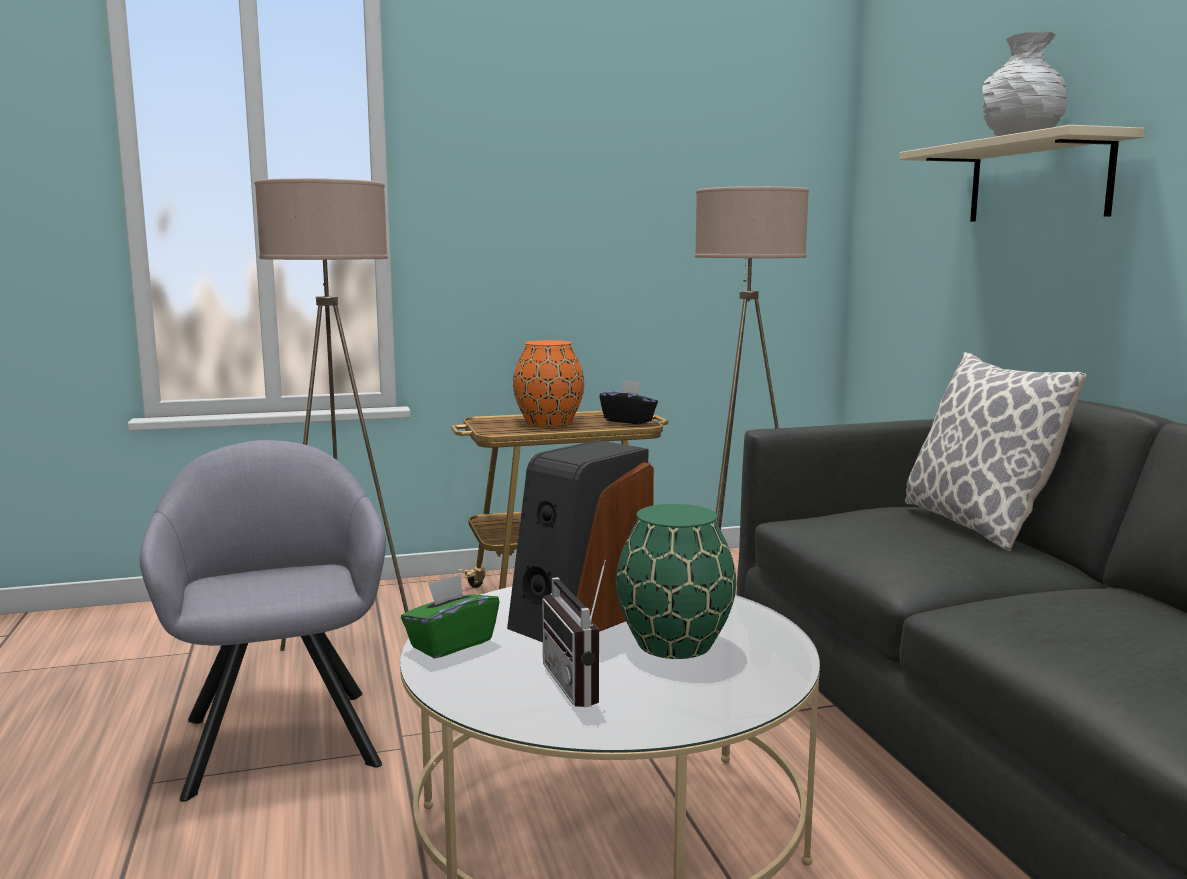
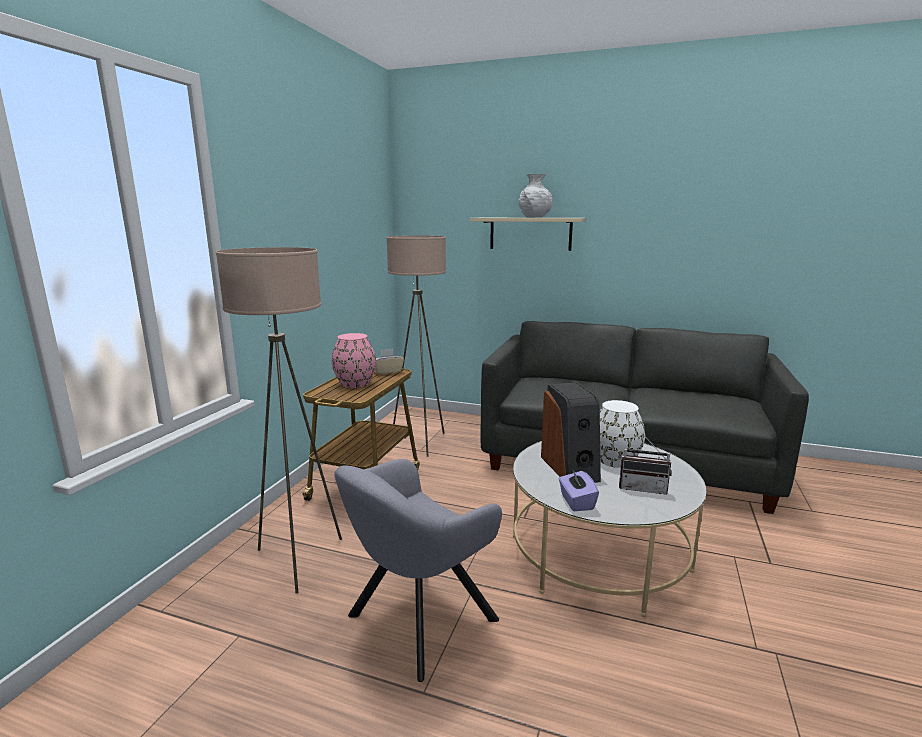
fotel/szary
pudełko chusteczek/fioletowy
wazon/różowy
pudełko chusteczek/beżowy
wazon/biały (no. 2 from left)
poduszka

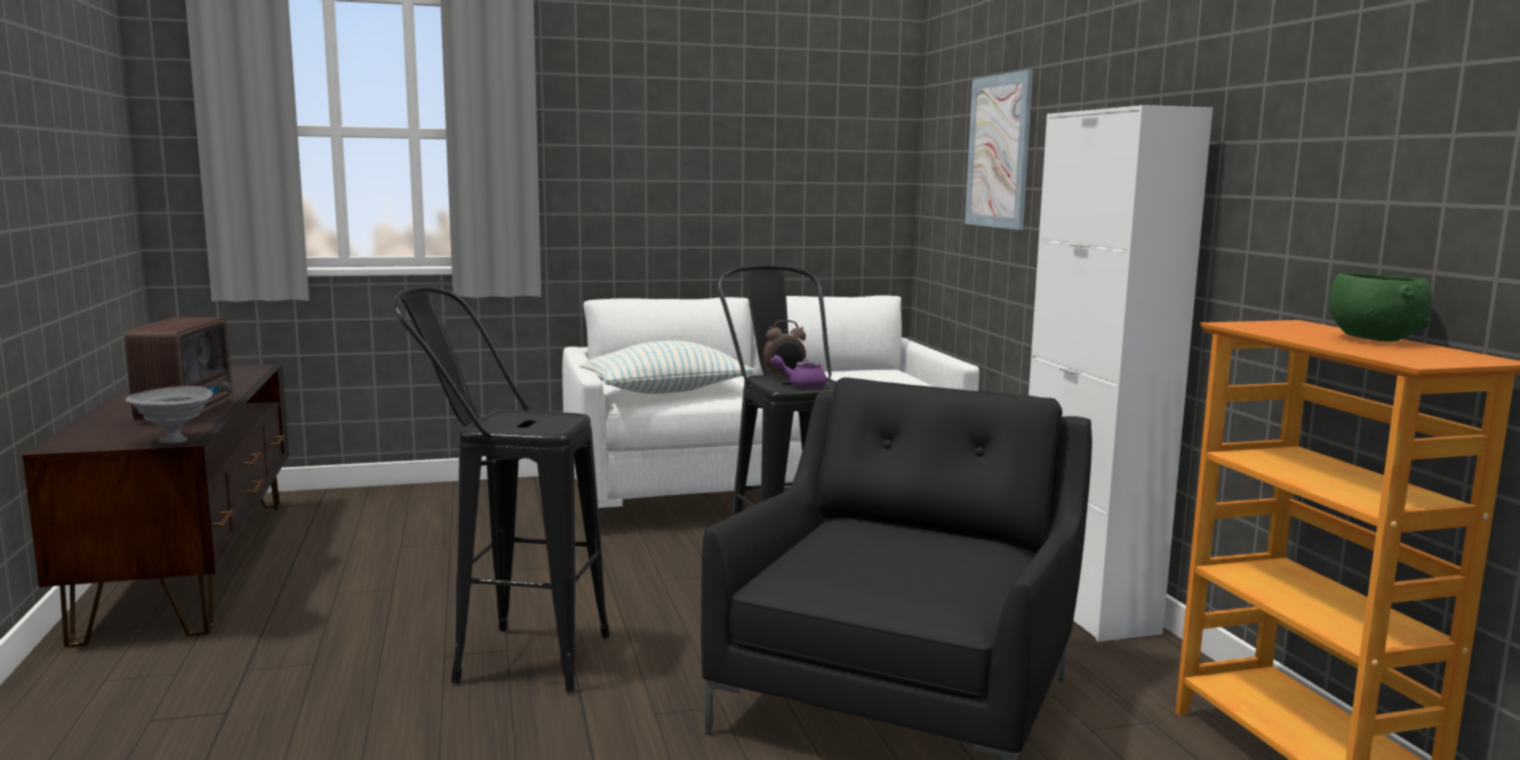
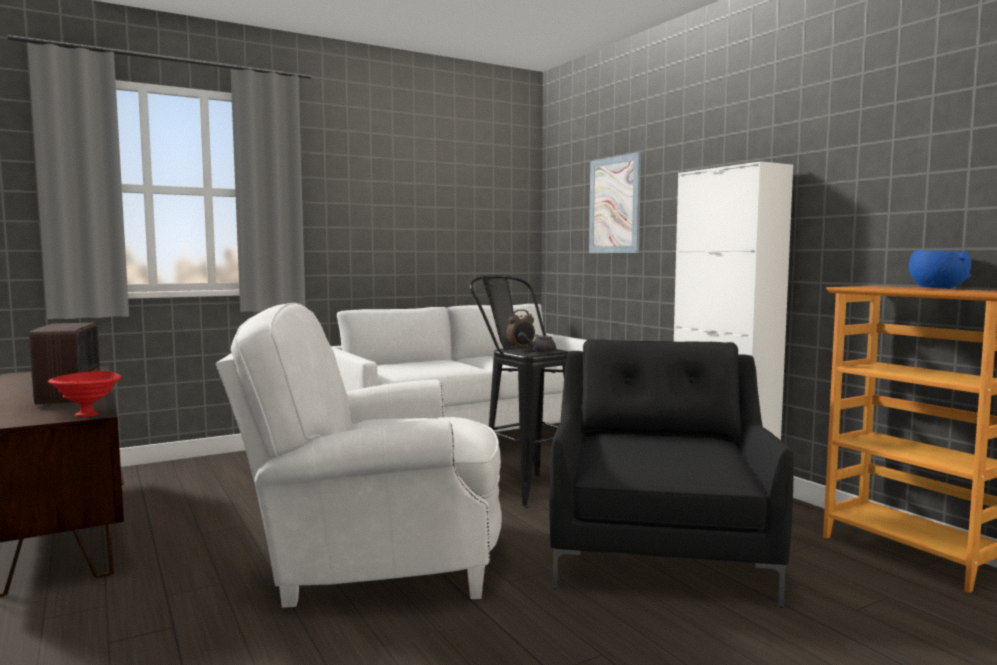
miska/czerwony
fotel/biały
poduszka
imbryk/szary
miska/niebieski

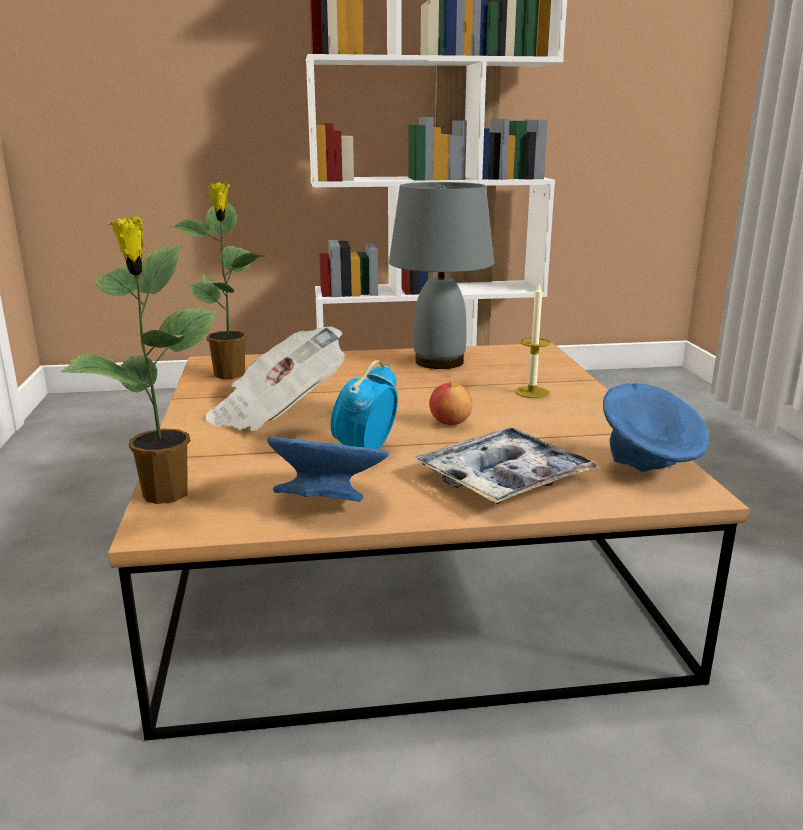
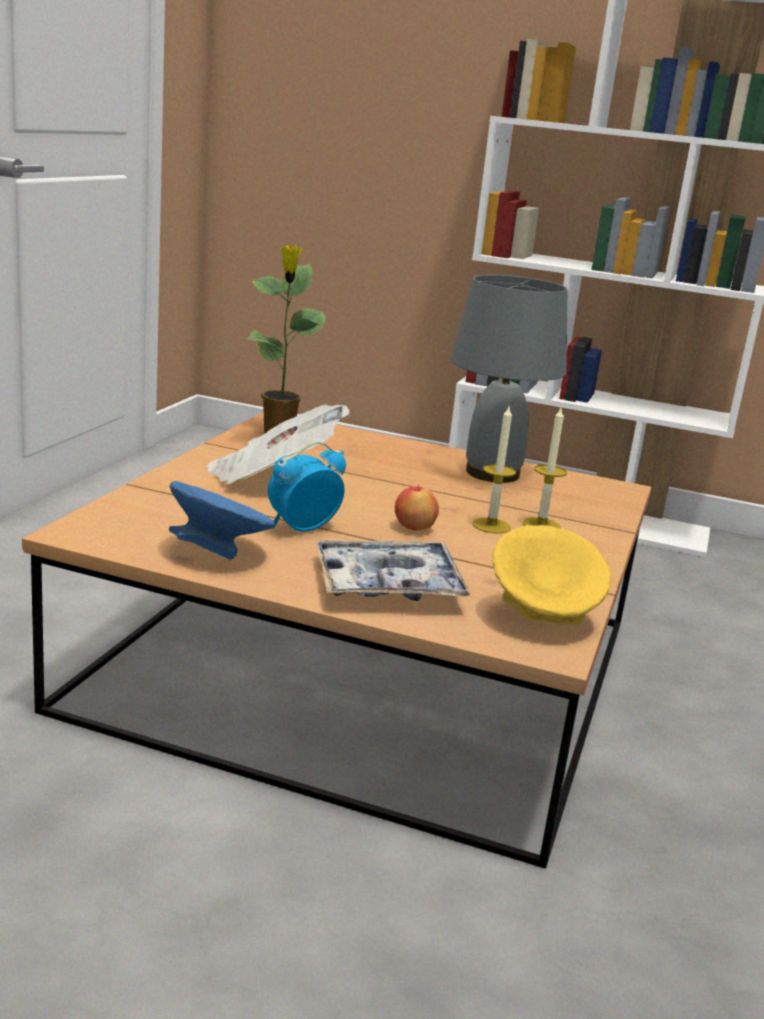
roślina doniczkowa (no. 1 from left in the first image)
miska/żółty
świeca (no. 1 from left)

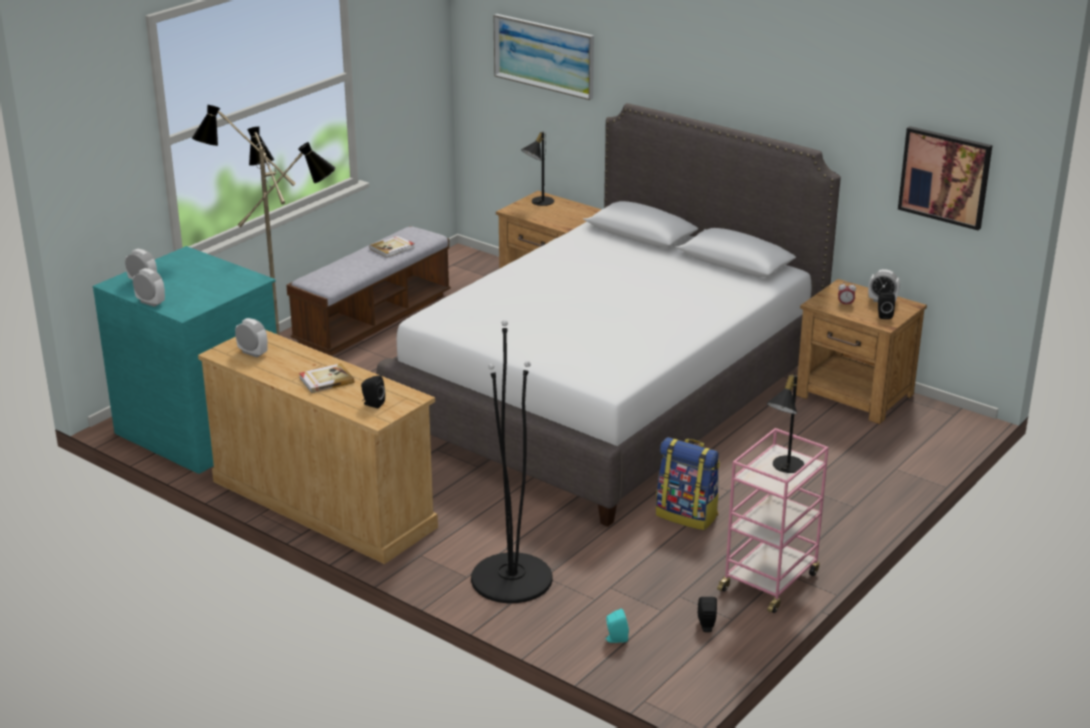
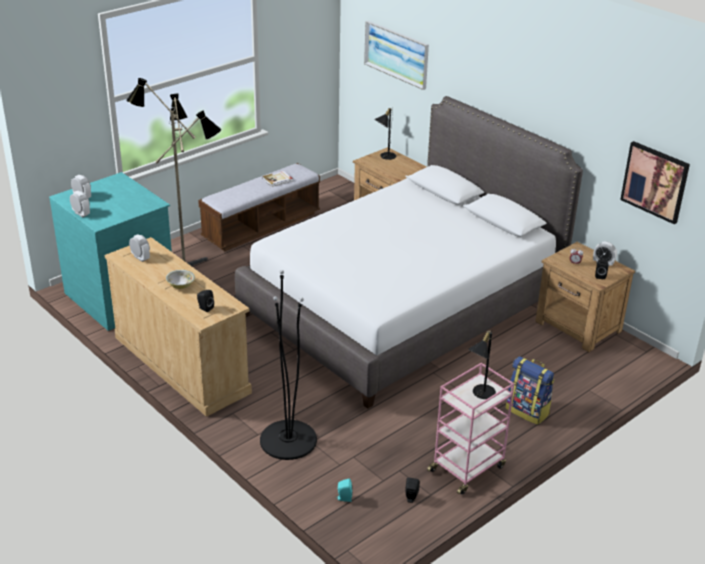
miska
plecak

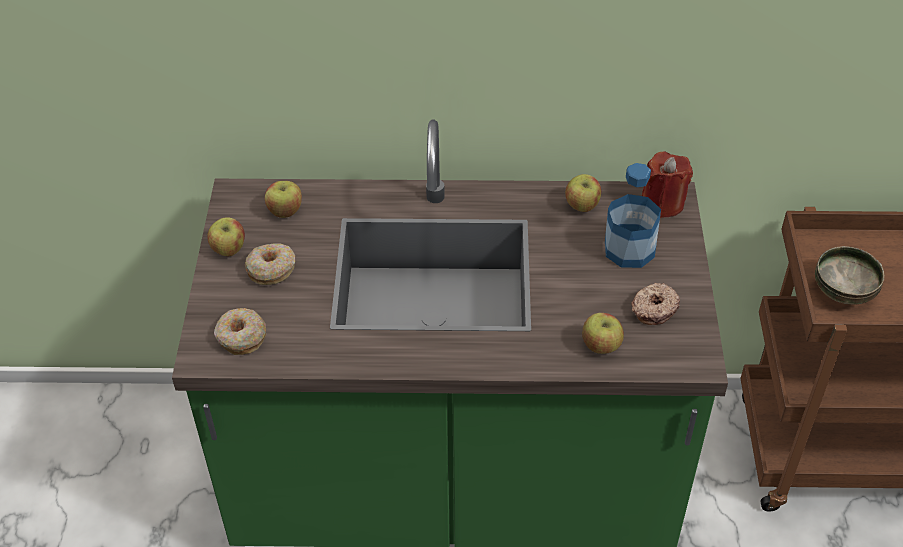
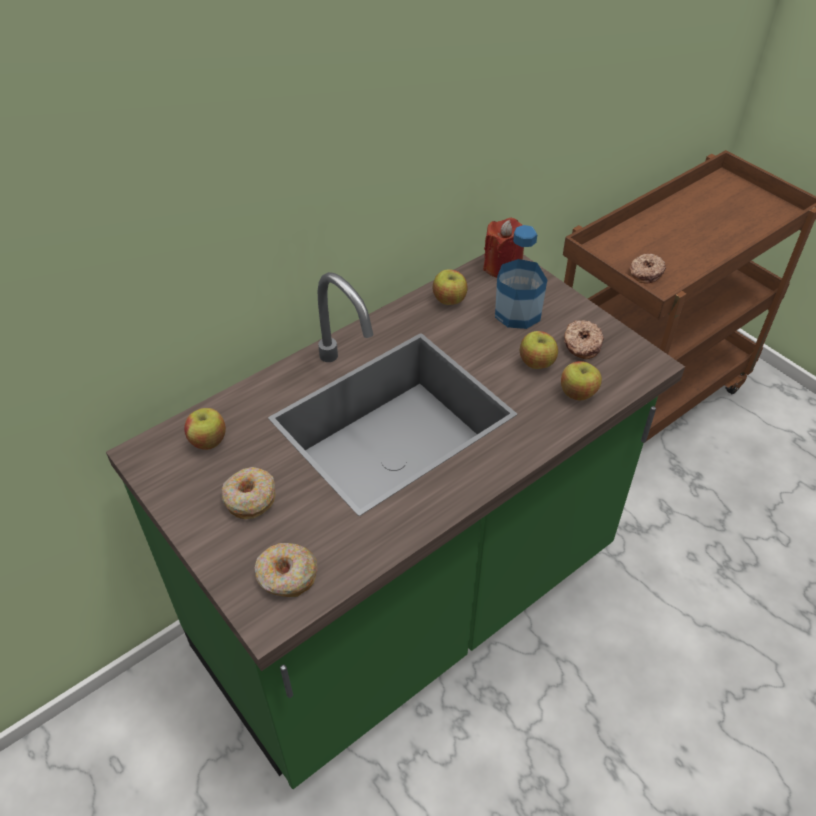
jabłko (no. 3 from left)
donut (no. 4 from left)

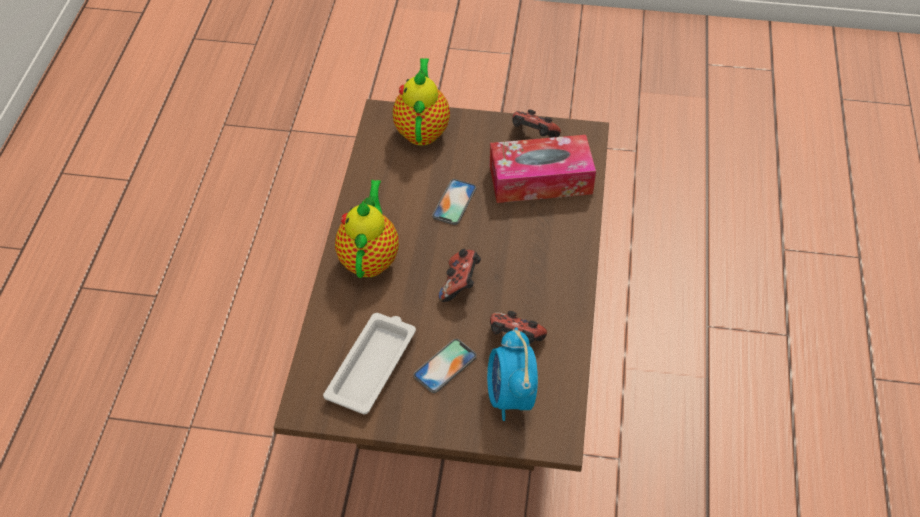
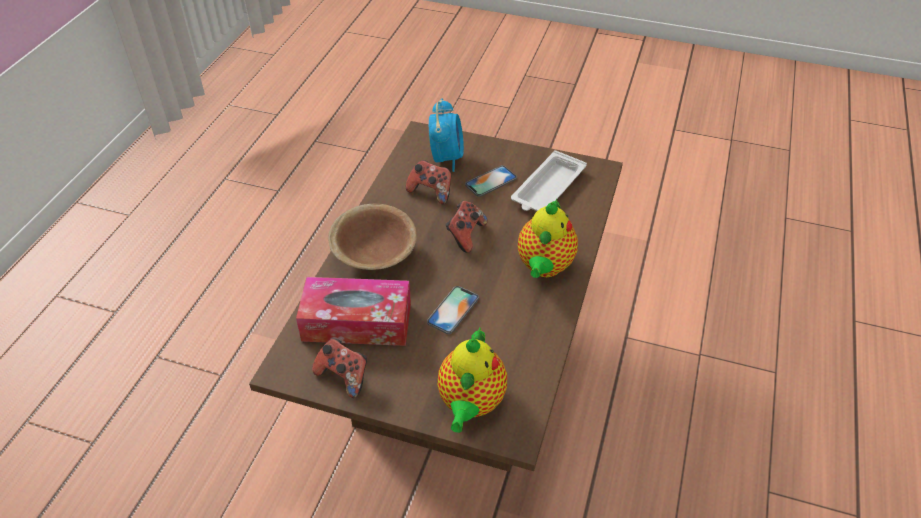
miska/brązowy

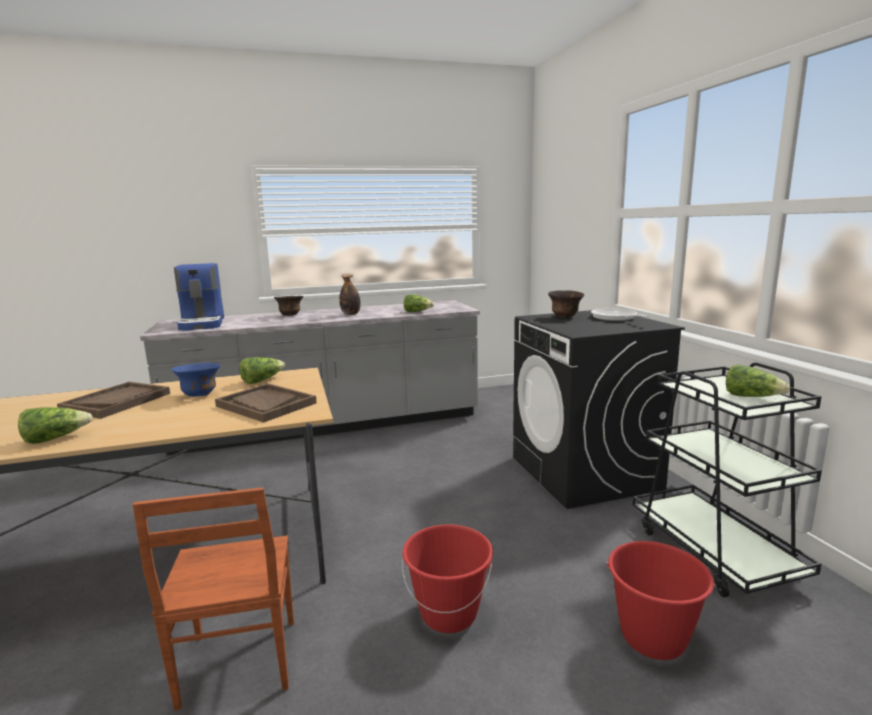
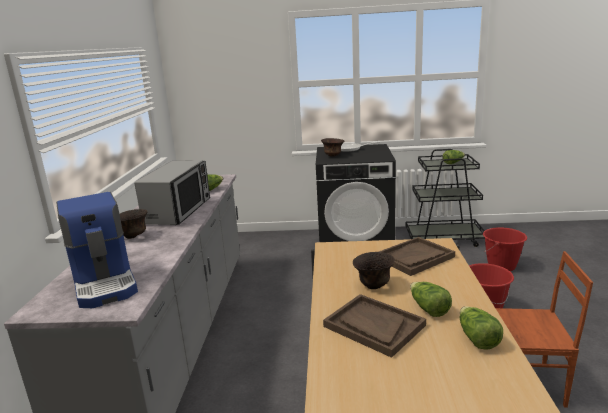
miska/brązowy (no. 3 from left)
ekspres do kawy
sałata (no. 2 from left)
mikrofalówka

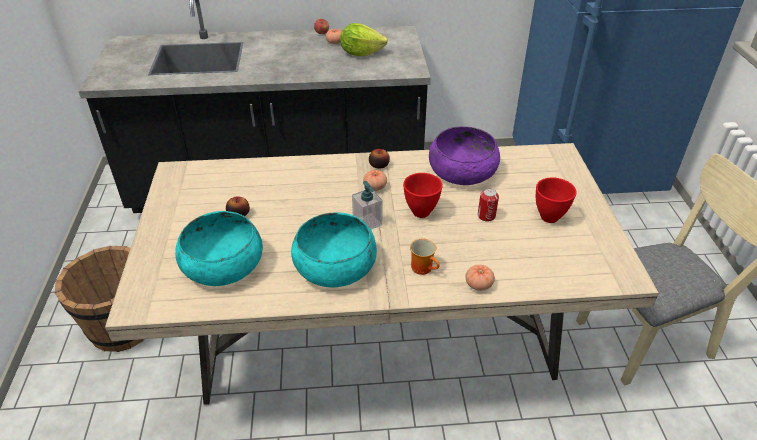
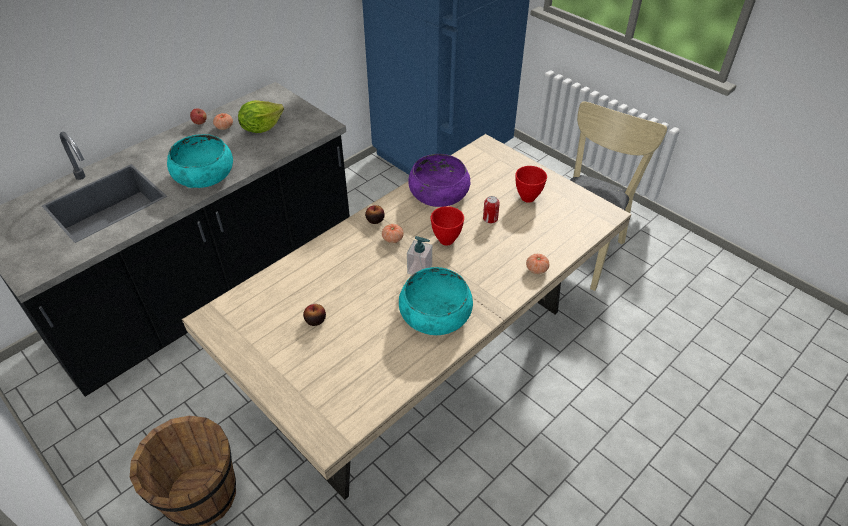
miska/turkusowy (no. 1 from left)
kubek

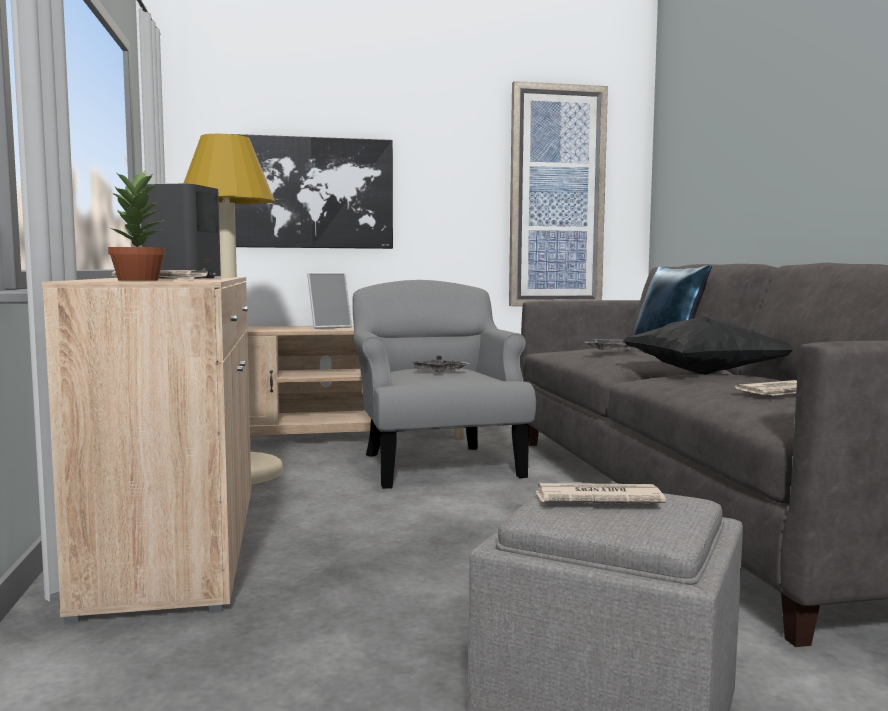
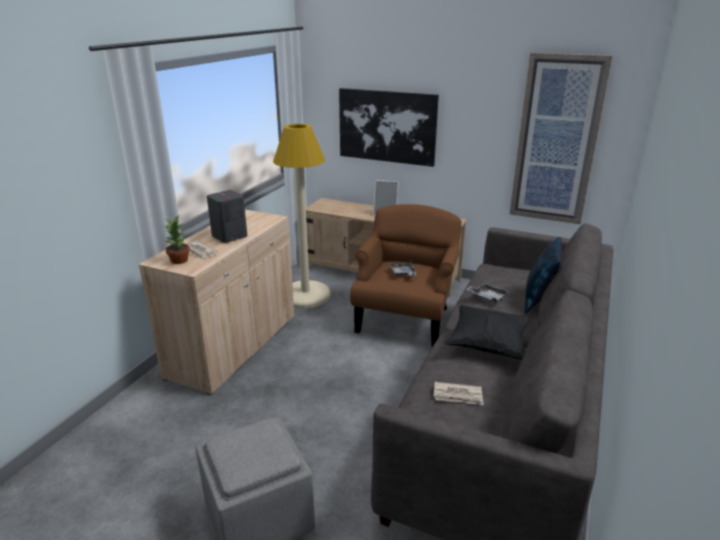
fotel/brązowy
gazeta (no. 2 from left in the first image)

